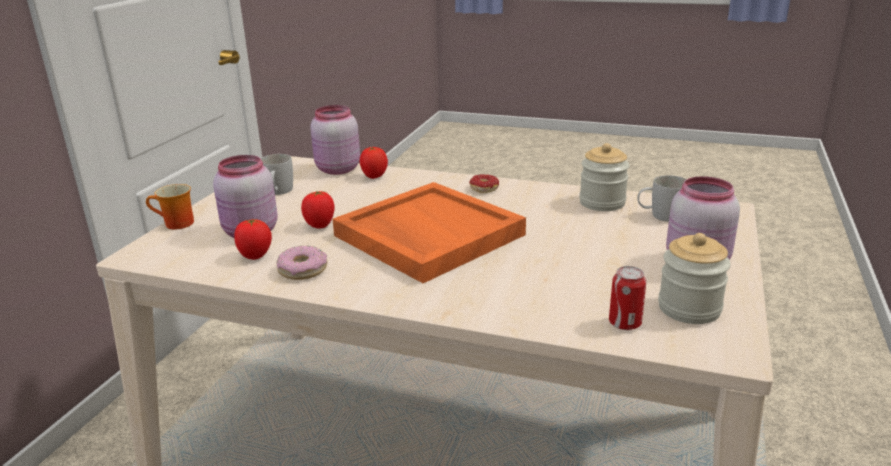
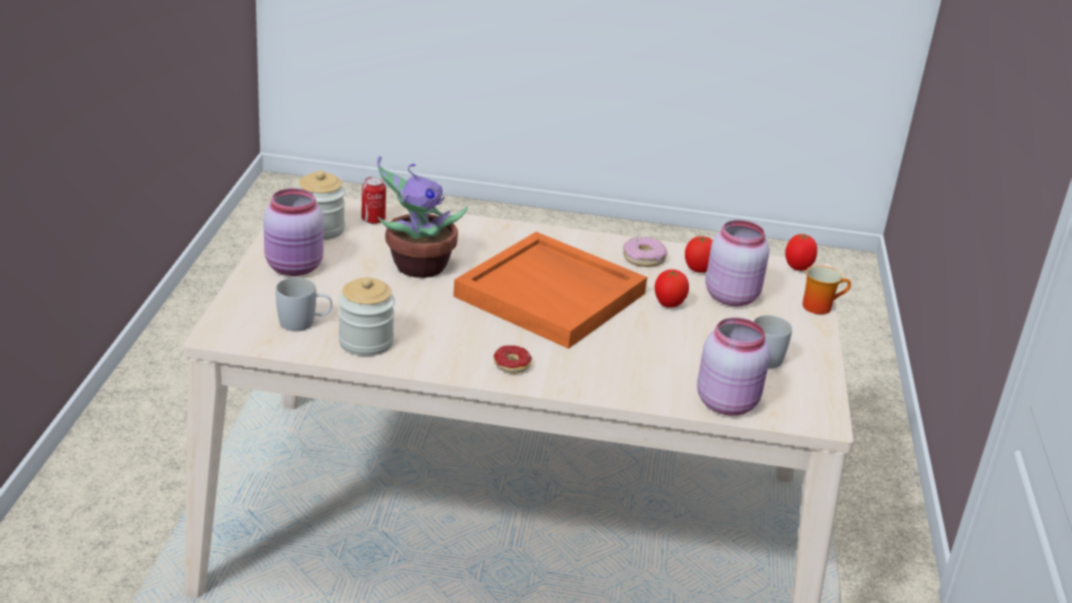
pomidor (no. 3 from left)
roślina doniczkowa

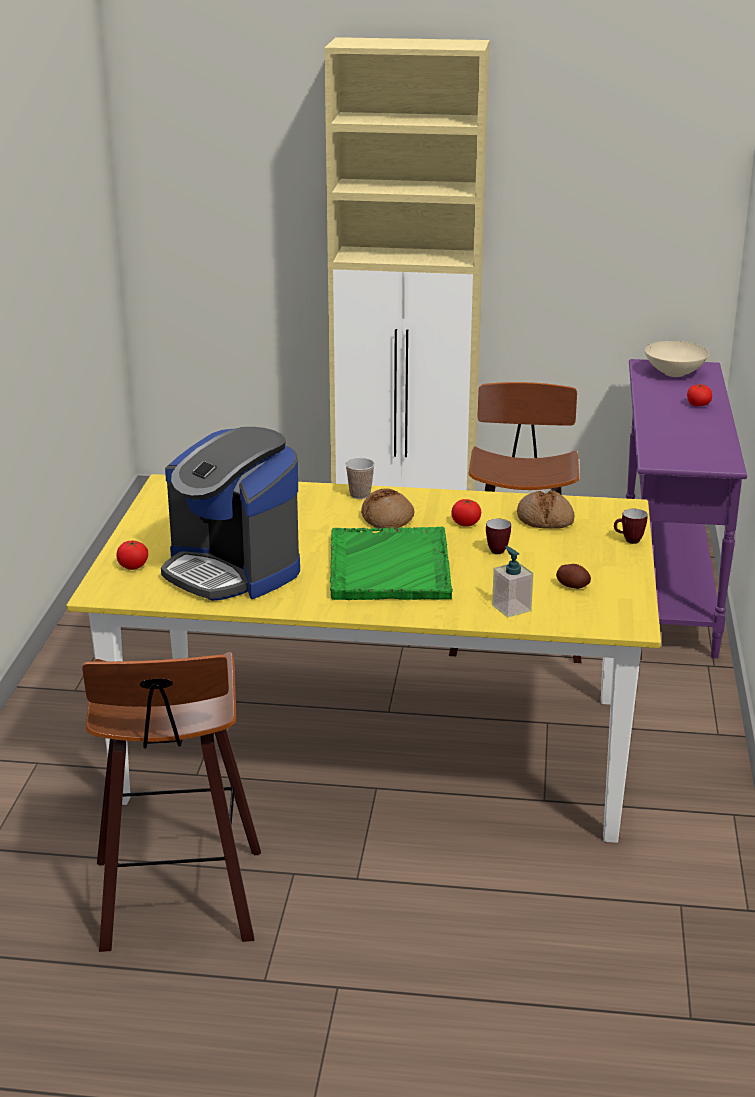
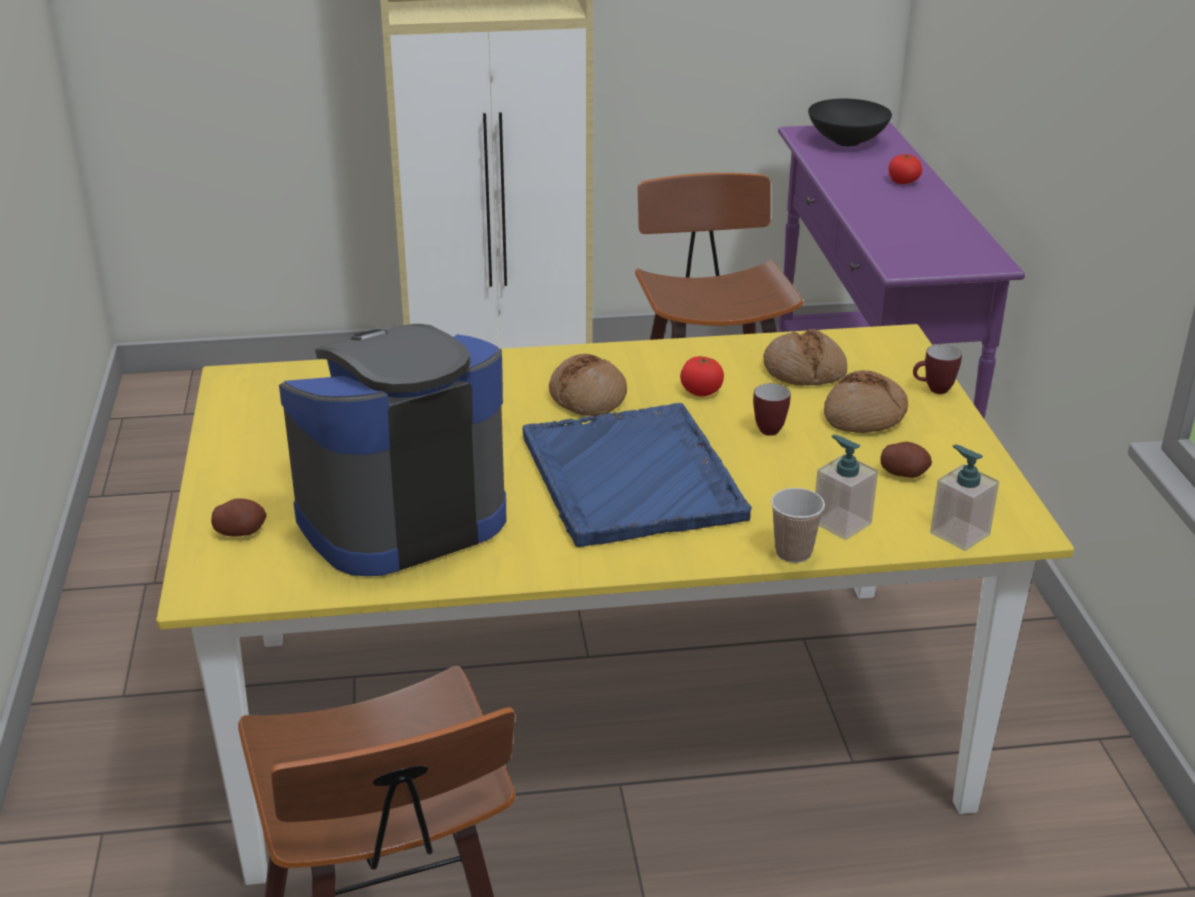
ziemniak (no. 1 from left)
ekspres do kawy
taca/niebieski
filiżanka
miska/czarny
chleb (no. 3 from left)
dozownik mydła (no. 2 from left)

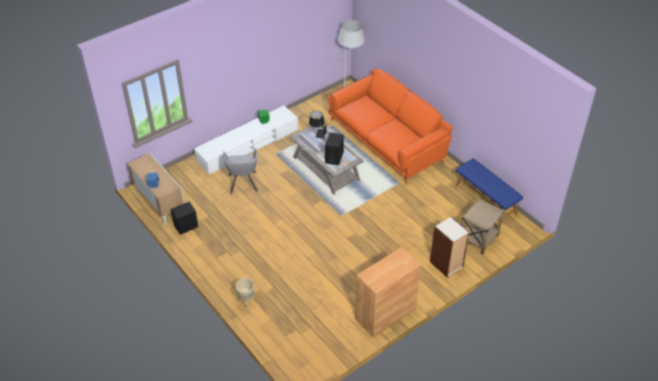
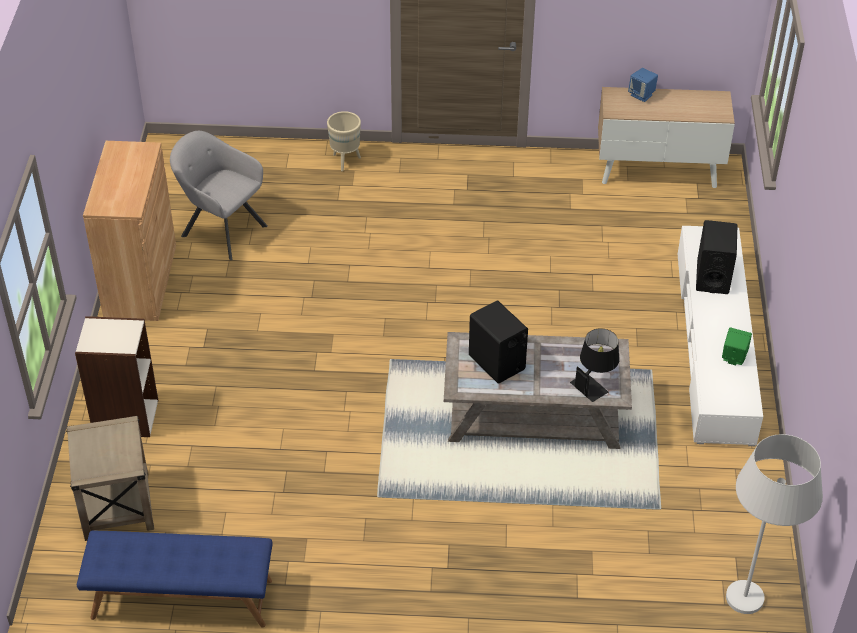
głośnik/czarny (no. 2 from left)
fotel/szary
kanapa/pomarańczowy

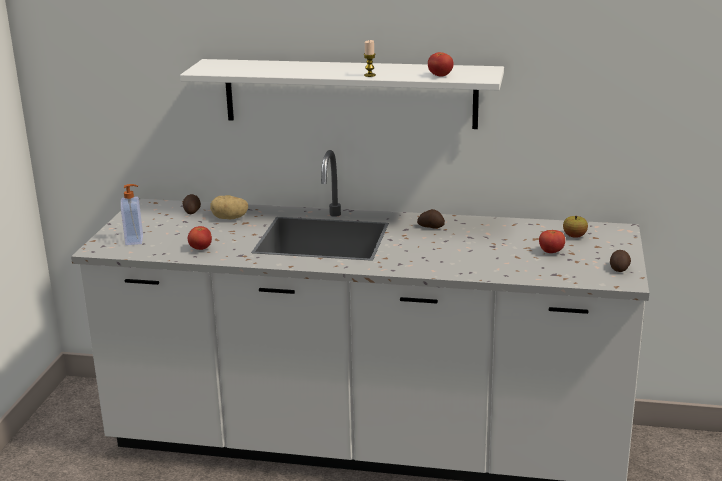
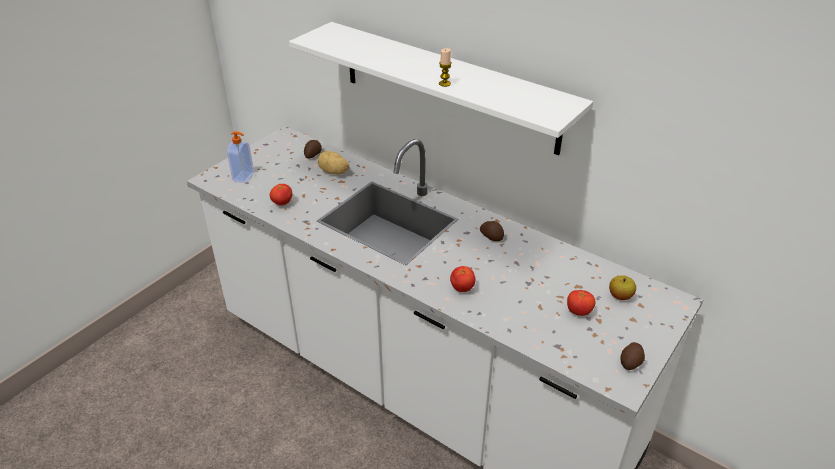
pomidor (no. 2 from left)

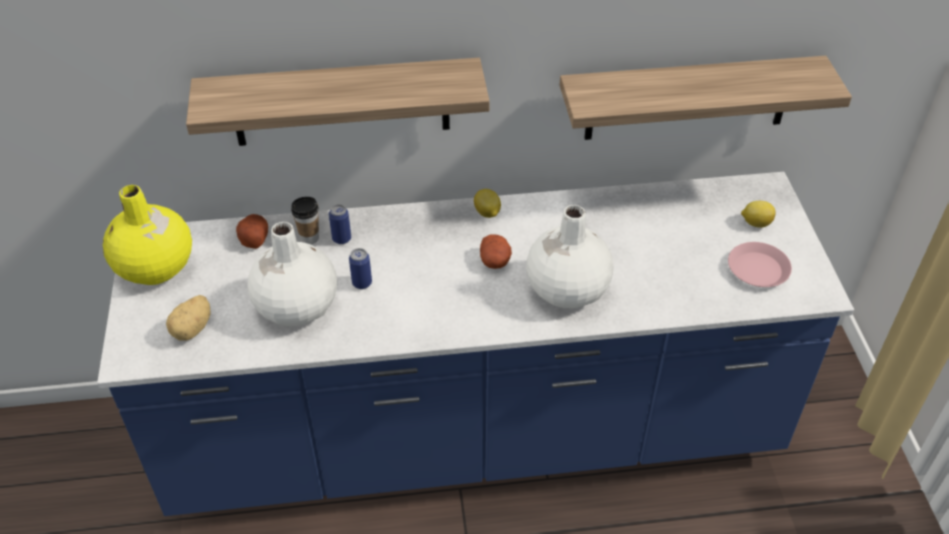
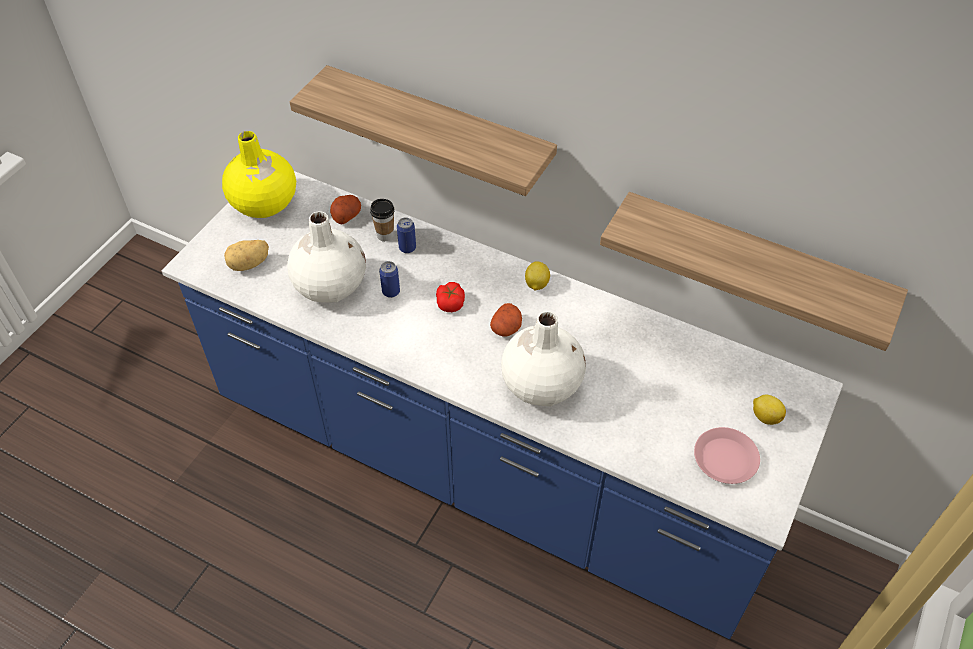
pomidor

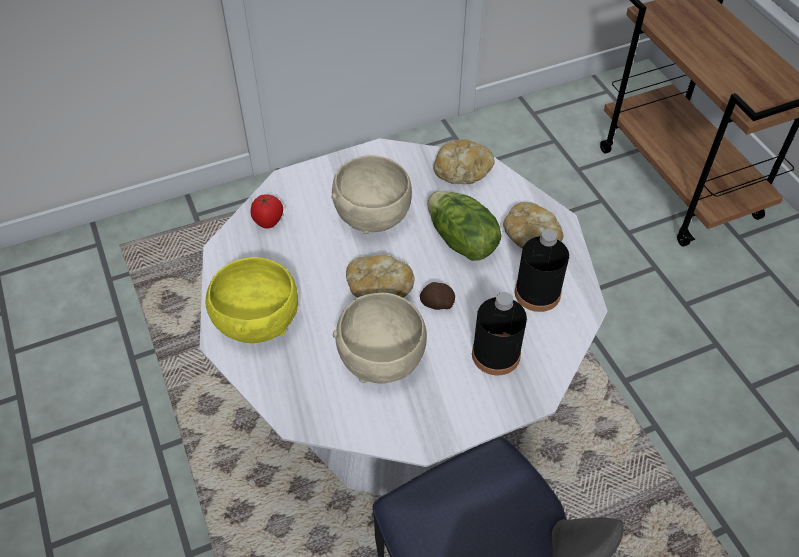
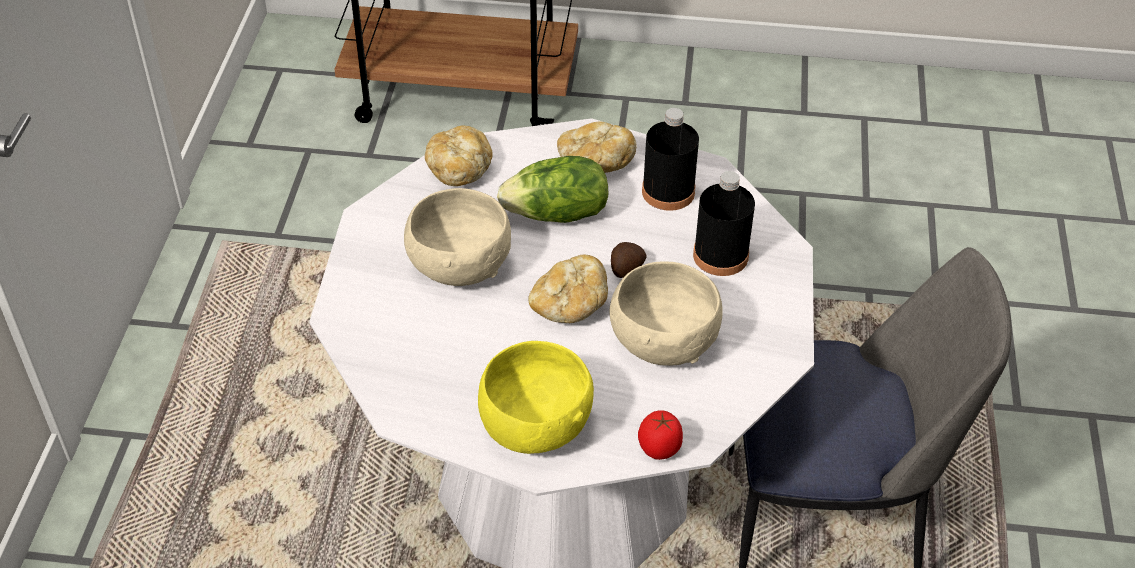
pomidor

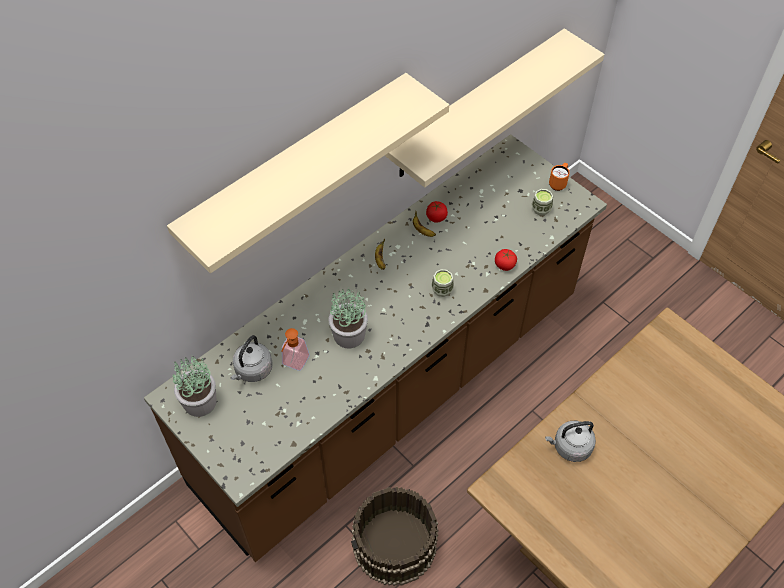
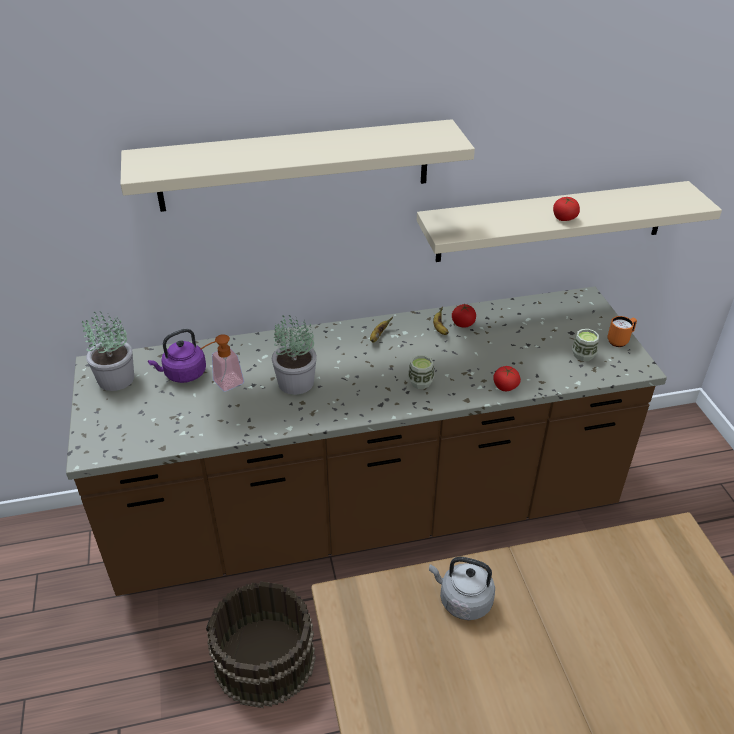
czajnik/fioletowy
pomidor (no. 3 from left)

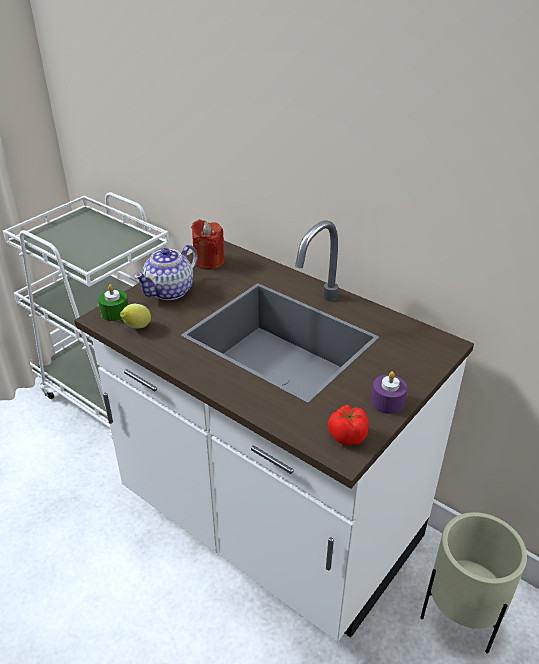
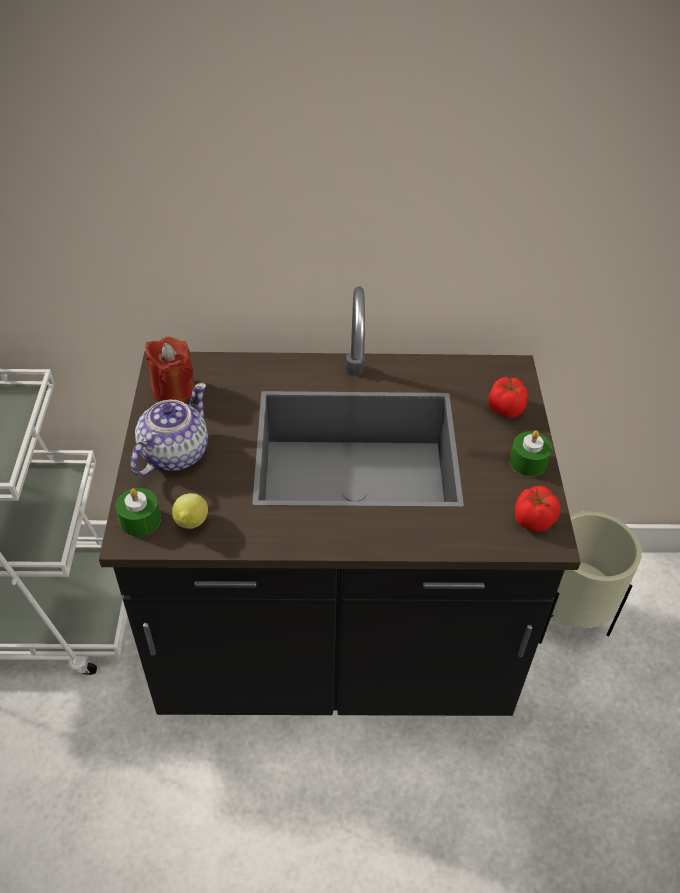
zabudowa kuchenna/czarny
imbryk
świeca/zielony (no. 2 from left)
pomidor (no. 1 from left)

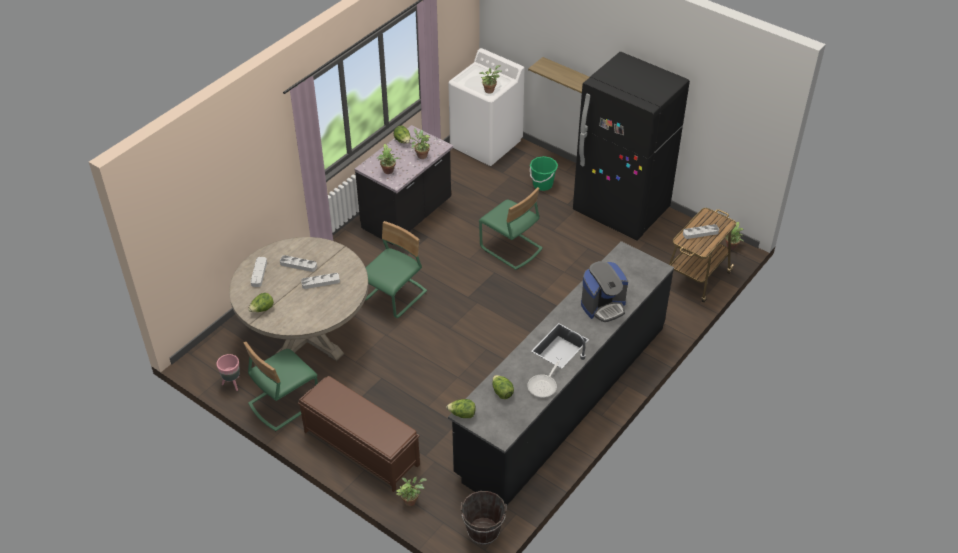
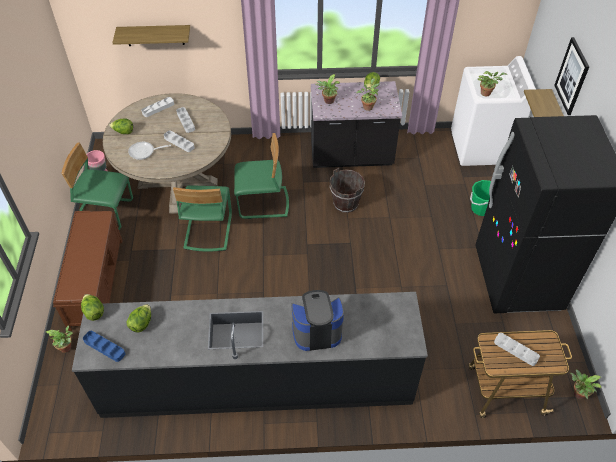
wiadro/brązowy
krzesło/zielony (no. 2 from left)
patelnia
ekspres do kawy
taca/niebieski
półka (no. 1 from left)
obraz

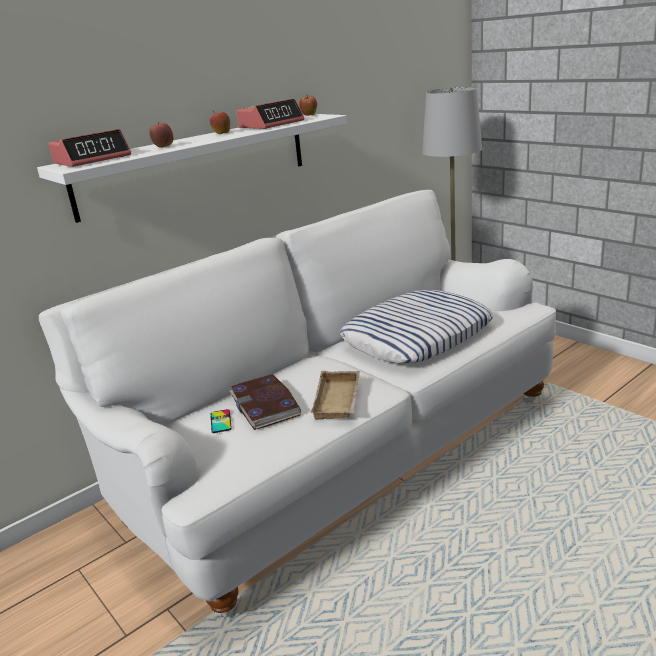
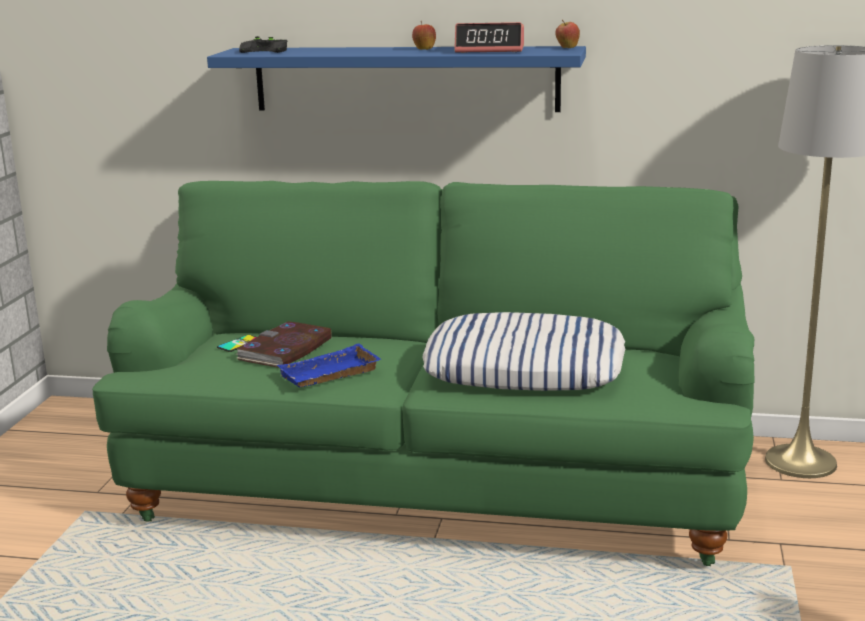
półka/niebieski
kanapa/zielony
pad do gier/czarny
jabłko (no. 1 from left in the first image)
taca/niebieski

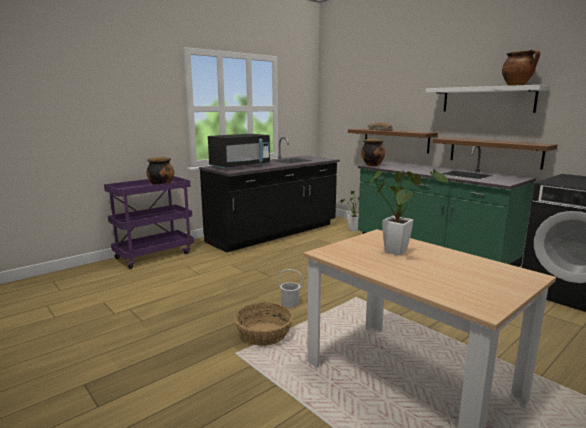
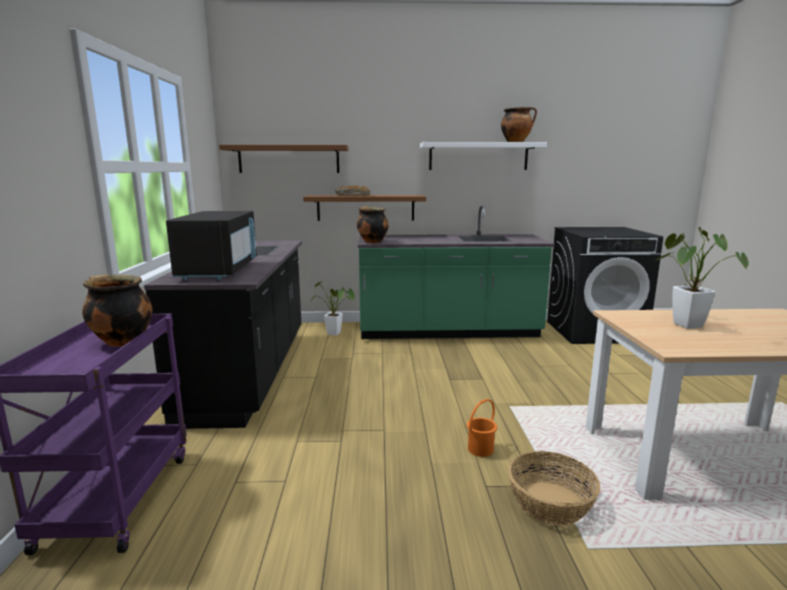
wiadro/pomarańczowy
półka/brązowy (no. 1 from left)

